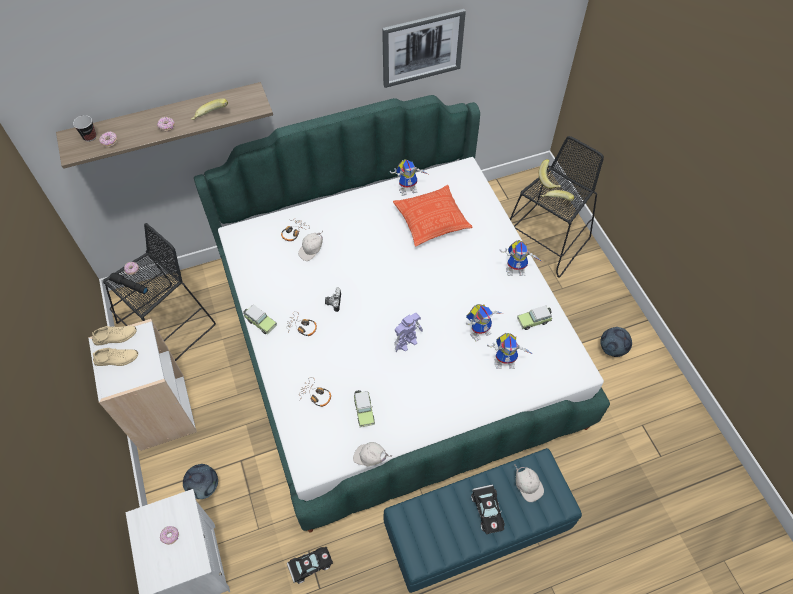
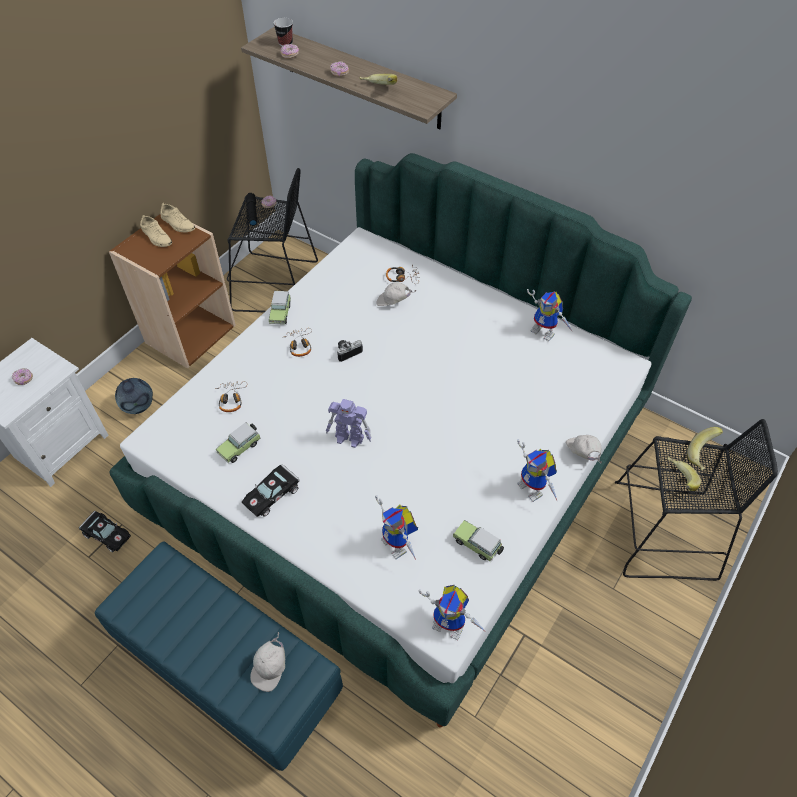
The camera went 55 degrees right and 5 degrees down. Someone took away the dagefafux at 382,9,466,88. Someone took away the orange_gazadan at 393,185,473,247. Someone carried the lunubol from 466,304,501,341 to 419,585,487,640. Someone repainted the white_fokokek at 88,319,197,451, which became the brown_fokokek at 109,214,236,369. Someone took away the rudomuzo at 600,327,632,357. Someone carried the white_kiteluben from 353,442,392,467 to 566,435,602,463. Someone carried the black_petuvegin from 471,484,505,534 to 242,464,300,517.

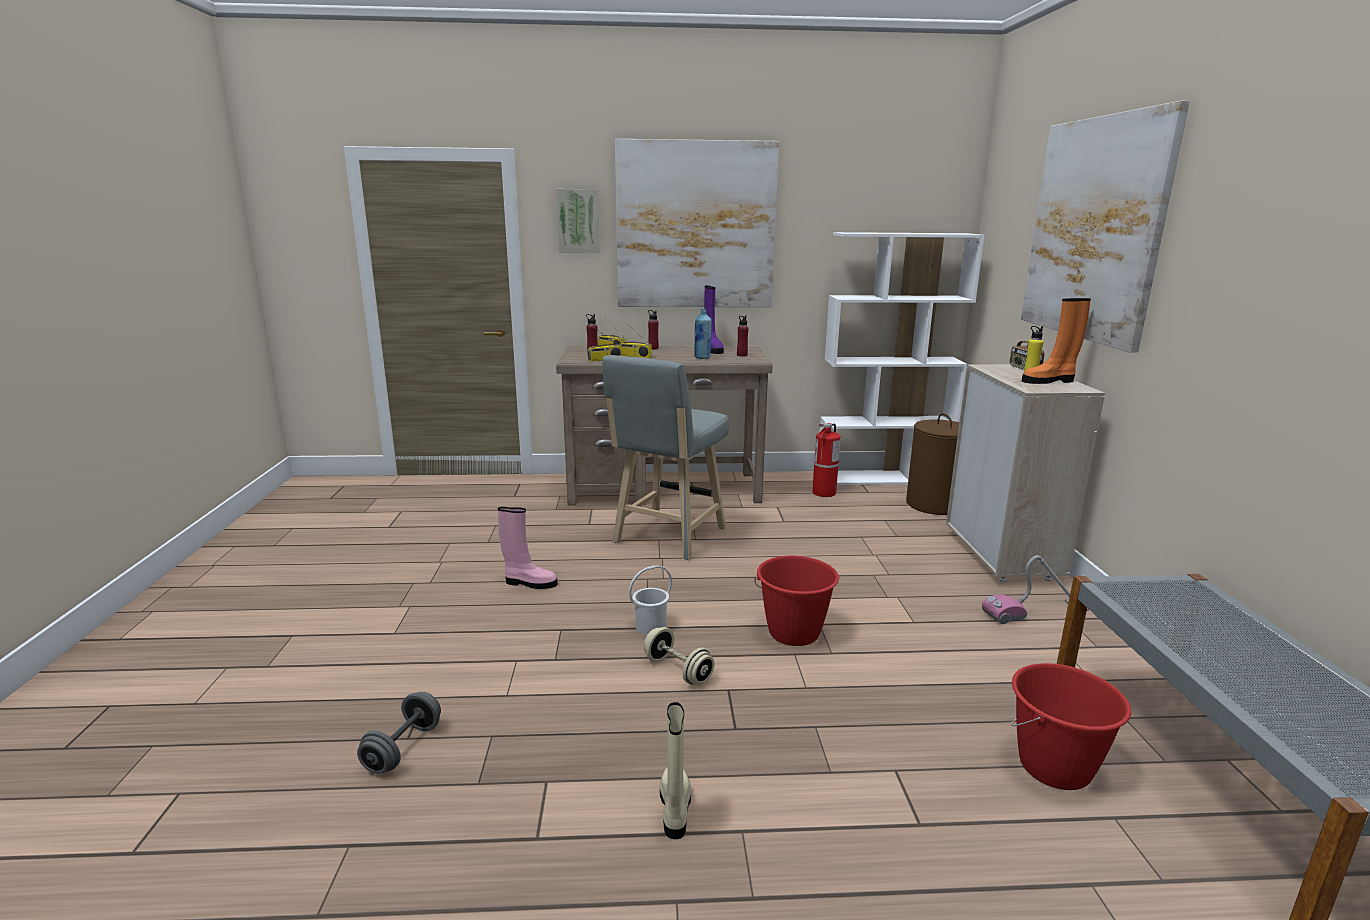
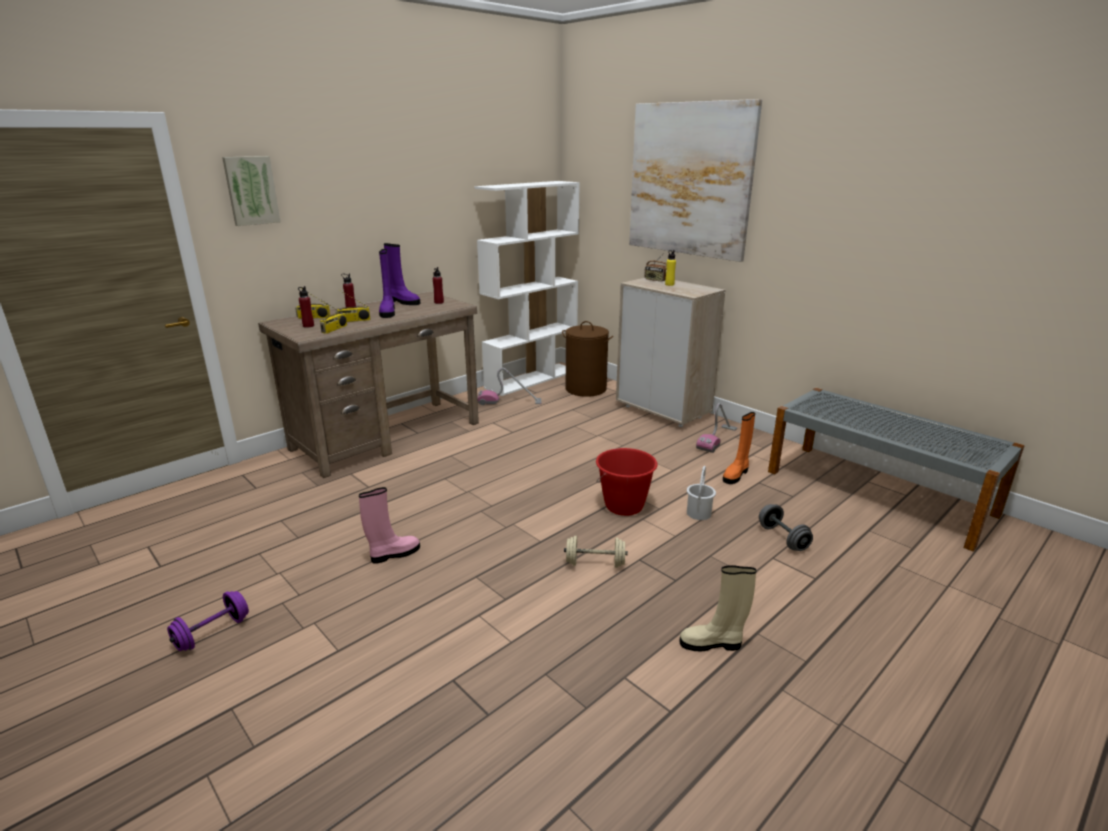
The camera went 40 degrees left and 5 degrees up. Someone took away the dagefafux at 615,139,779,307. Someone carried the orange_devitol from 1022,298,1091,384 to 723,412,755,484. Someone took away the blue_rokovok at 694,309,712,359. Someone took away the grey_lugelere at 602,355,729,560. Someone swapped the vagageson at 812,423,841,497 for the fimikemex at 477,368,541,405. Someone carried the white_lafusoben from 629,566,672,634 to 687,466,716,520. Someone took away the red_lafusoben at 1011,663,1131,790. Someone carried the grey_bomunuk from 357,692,441,774 to 759,504,813,551. Someone rotated the beige_devitol at 660,702,691,839 by 45 degrees counterclockwise. Someone put down the purple_devitol at 379,249,395,318. Someone put down the purple_bomunuk at 167,591,249,651.

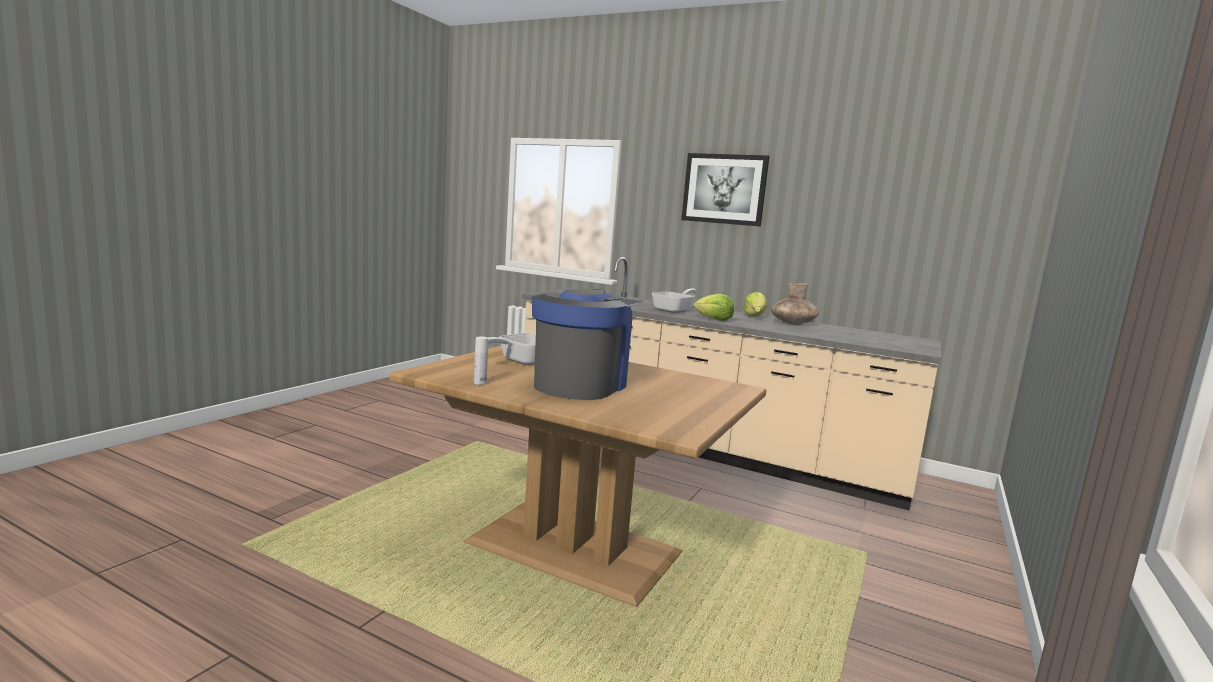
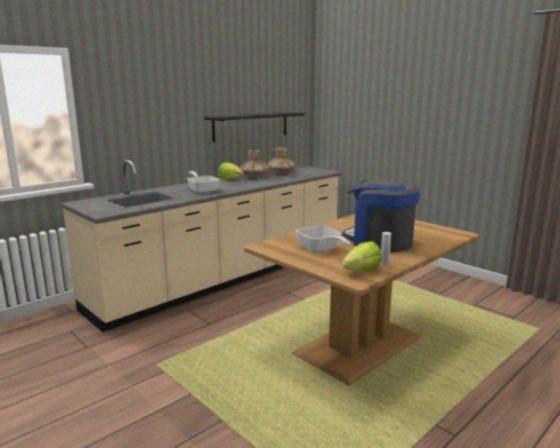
The camera went 70 degrees left and 5 degrees up. Someone took away the dagefafux at 681,153,769,226. Someone carried the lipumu from 694,294,734,321 to 341,241,382,271. Someone put up the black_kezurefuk at 204,112,305,142. Someone put down the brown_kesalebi at 267,147,295,174.

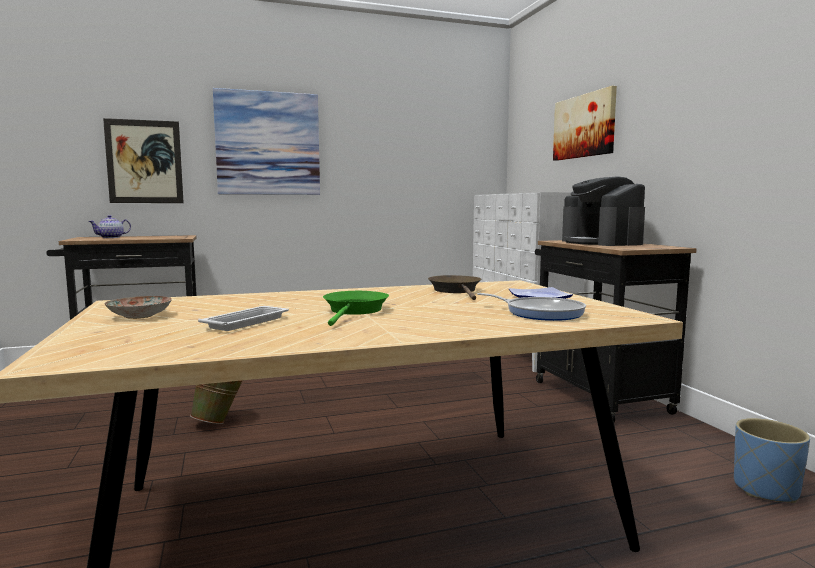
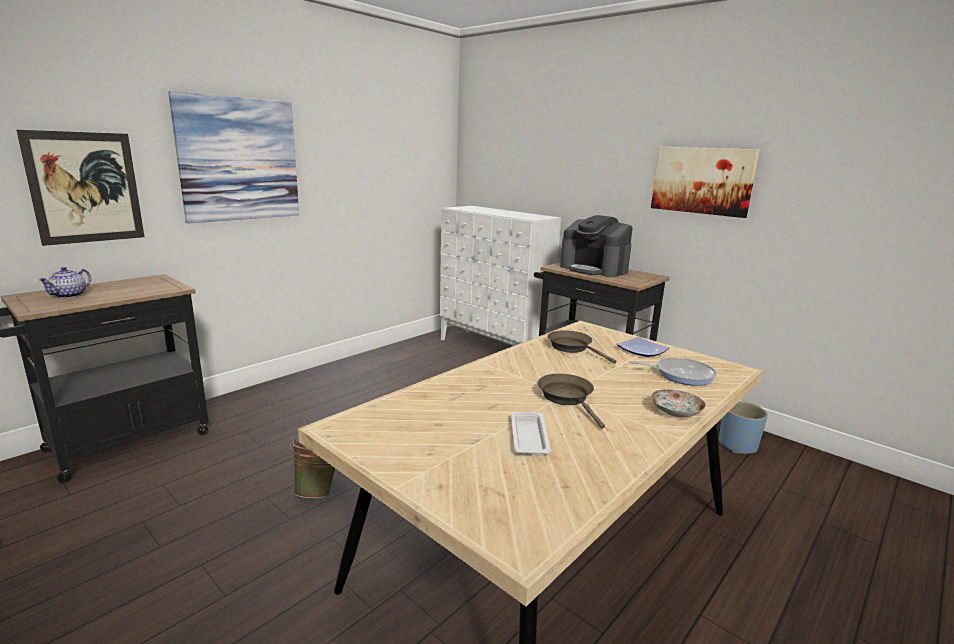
The camera went 30 degrees left and 10 degrees up. Someone carried the dagefafux from 553,86,617,161 to 651,147,760,218. Someone repainted the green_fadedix at 323,291,389,326, which became the brown_fadedix at 538,374,605,429. Someone carried the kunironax from 104,296,172,319 to 651,389,706,417.

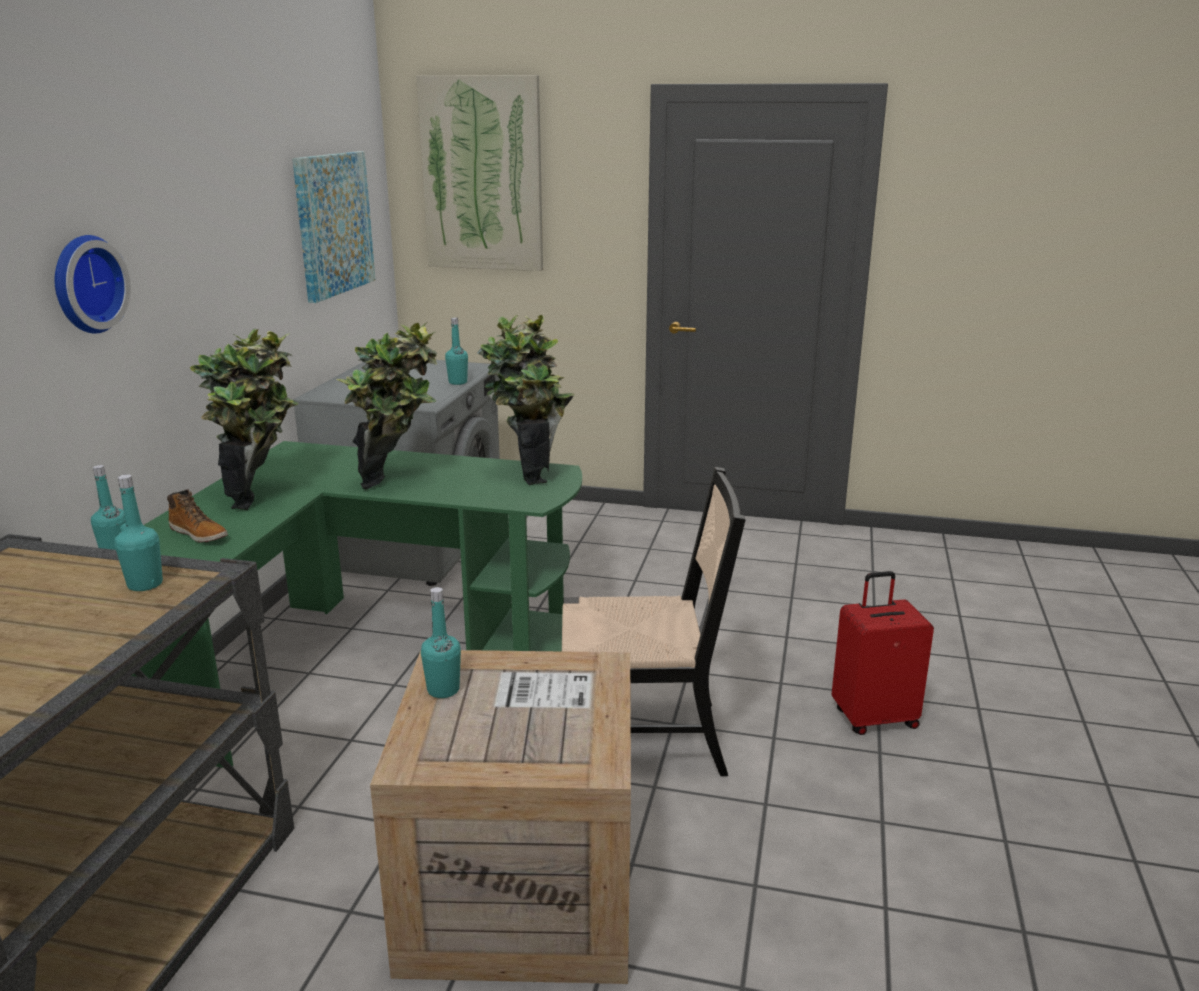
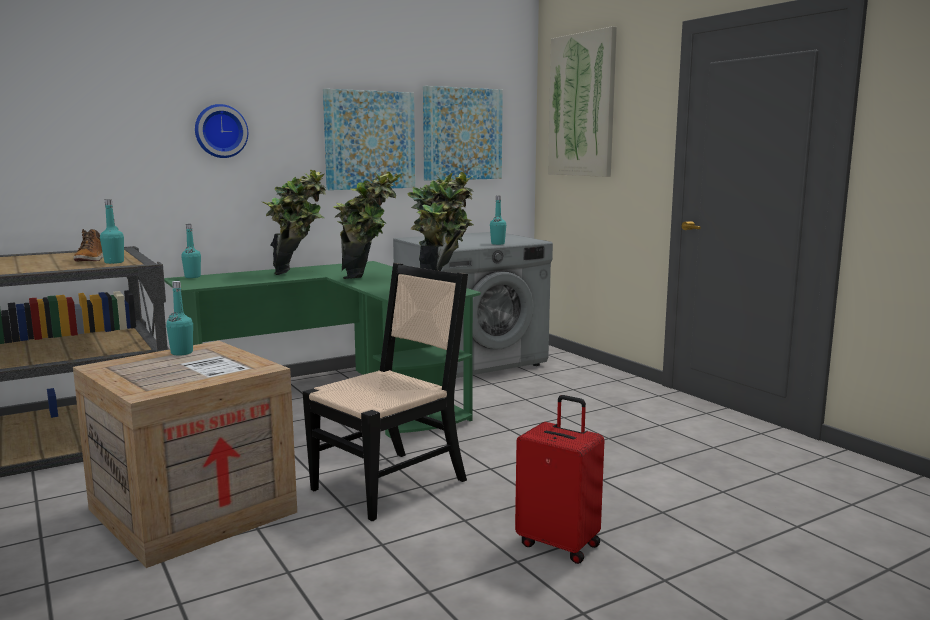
The camera went 45 degrees right and 10 degrees down. Someone rotated the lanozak at 562,467,745,776 by 90 degrees counterclockwise. Someone carried the devitol from 167,489,228,543 to 74,229,103,262. Someone put up the dagefafux at 323,89,415,190.

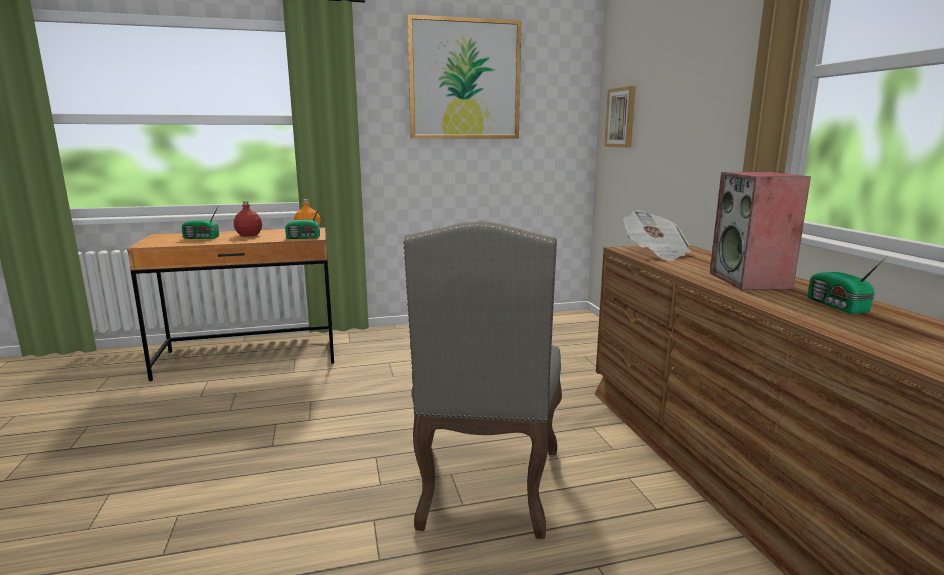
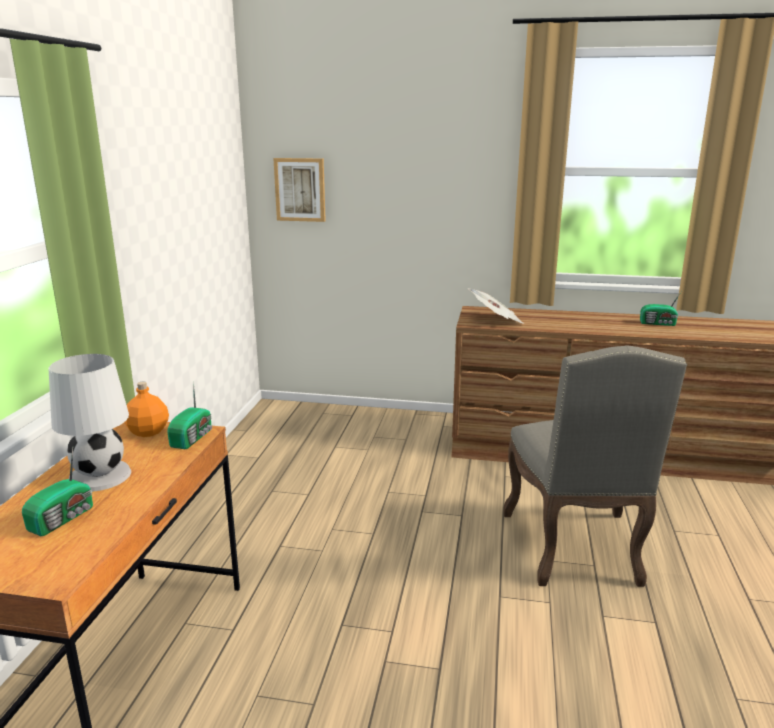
The camera went 65 degrees left and 5 degrees up. Someone took away the dagefafux at 407,14,521,139. Someone took away the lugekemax at 710,172,811,290. Someone swapped the red_rokovok at 234,201,262,237 for the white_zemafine at 48,354,131,492. Someone rotated the grey_lanozak at 403,221,562,539 by 60 degrees clockwise.

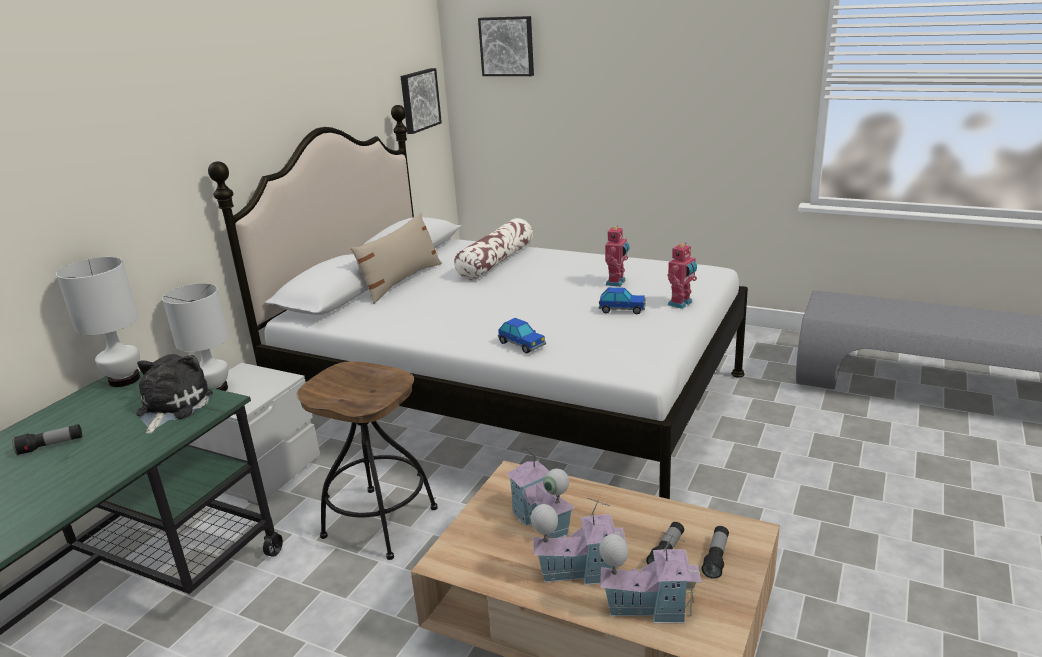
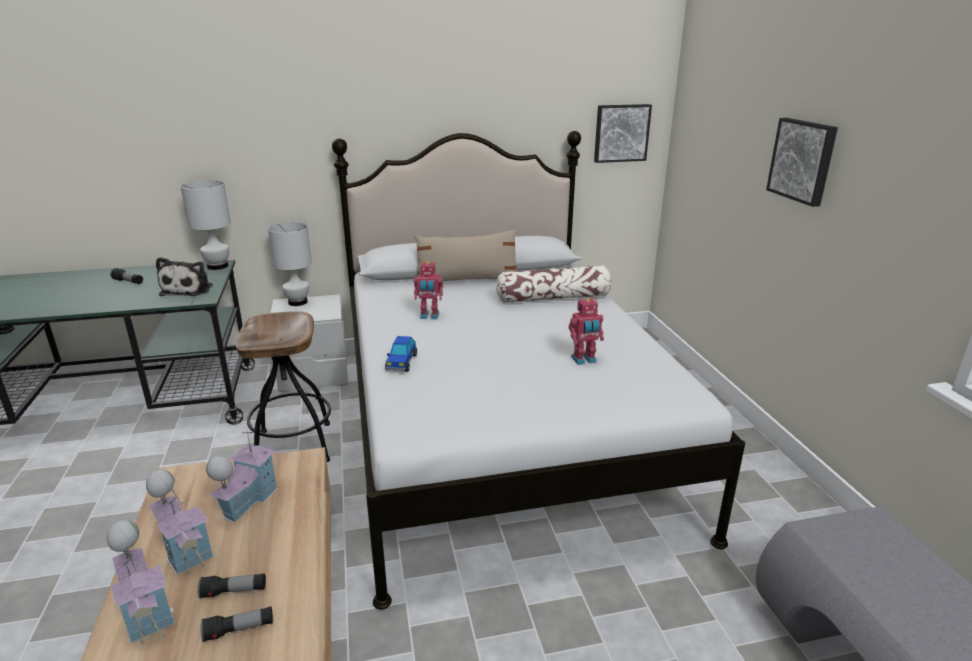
The camera went 50 degrees right and 0 degrees up. Someone carried the dagefafux from 478,16,534,76 to 766,118,838,207. Someone carried the lunubol from 668,244,697,309 to 414,261,443,319. Someone took away the petuvegin at 599,287,646,314. Someone rotated the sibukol at 136,354,213,434 by 120 degrees clockwise.

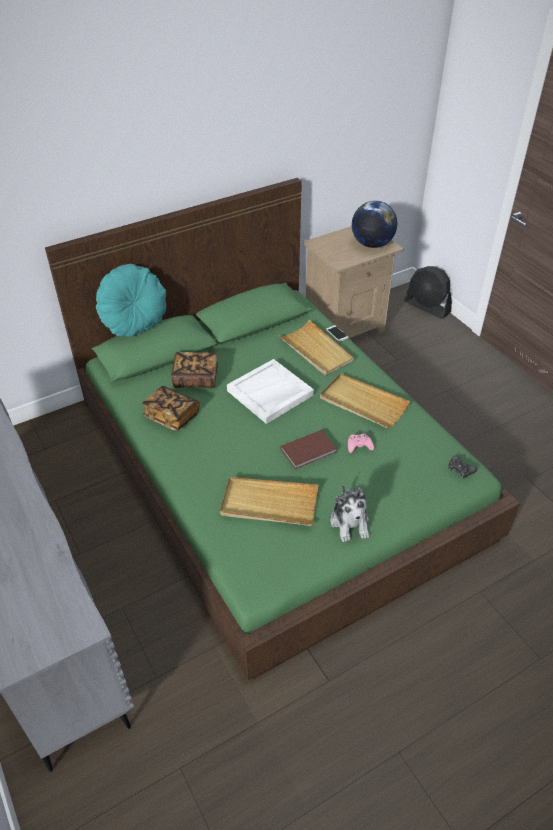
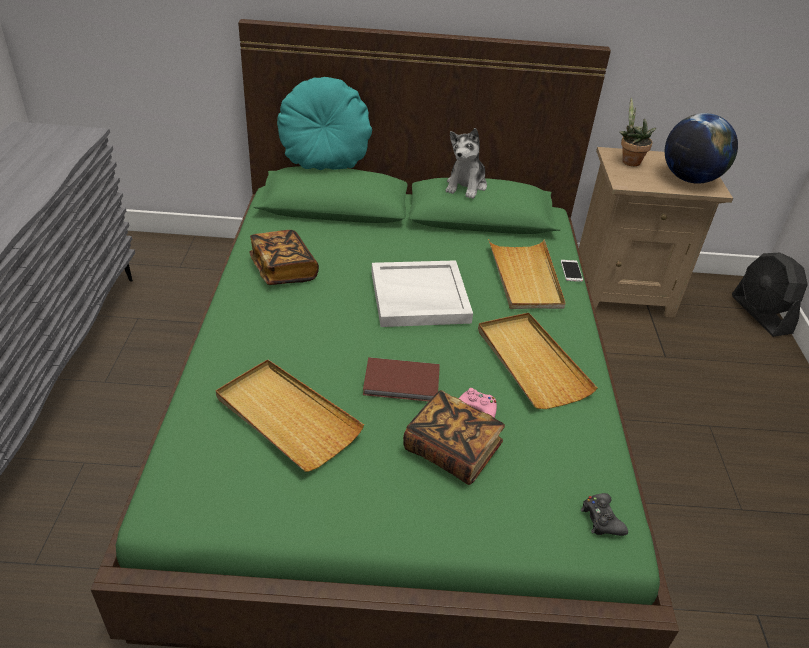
The camera went 30 degrees right and 5 degrees down. Someone carried the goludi from 171,352,218,388 to 403,390,505,485. Someone carried the sibukol from 331,483,370,542 to 446,128,487,199. Someone put down the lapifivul at 619,97,656,166.

